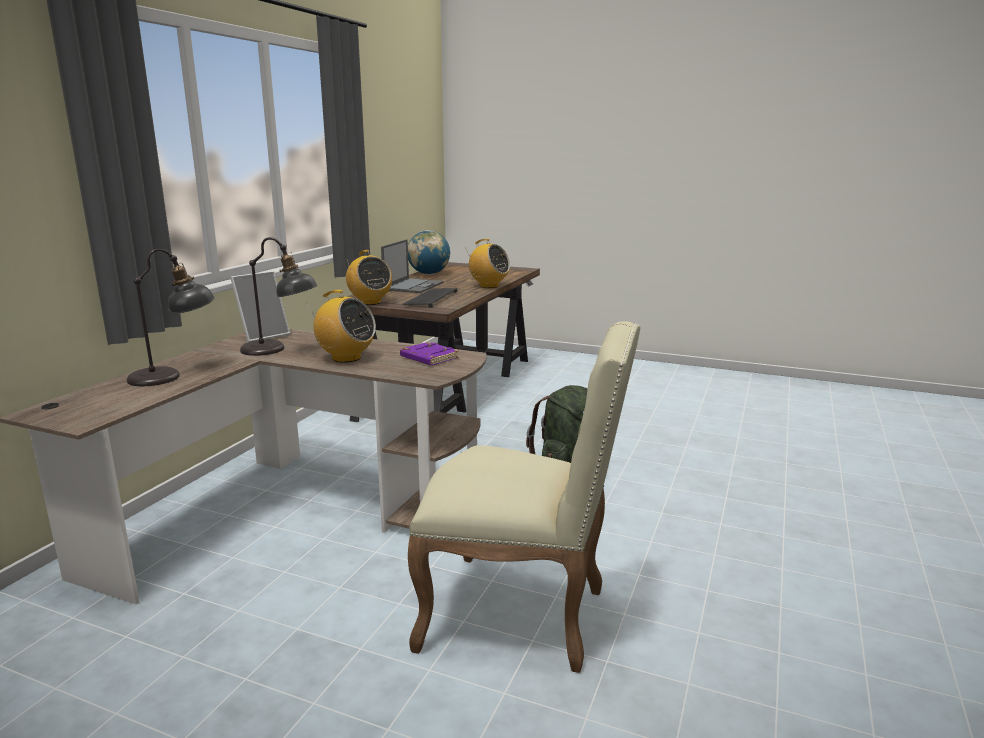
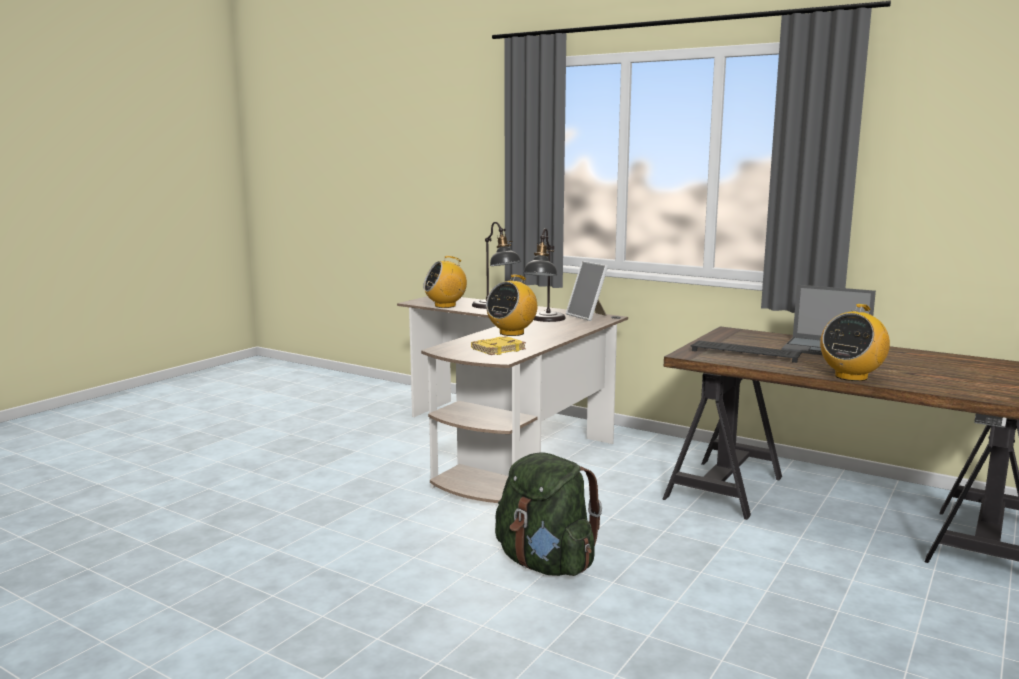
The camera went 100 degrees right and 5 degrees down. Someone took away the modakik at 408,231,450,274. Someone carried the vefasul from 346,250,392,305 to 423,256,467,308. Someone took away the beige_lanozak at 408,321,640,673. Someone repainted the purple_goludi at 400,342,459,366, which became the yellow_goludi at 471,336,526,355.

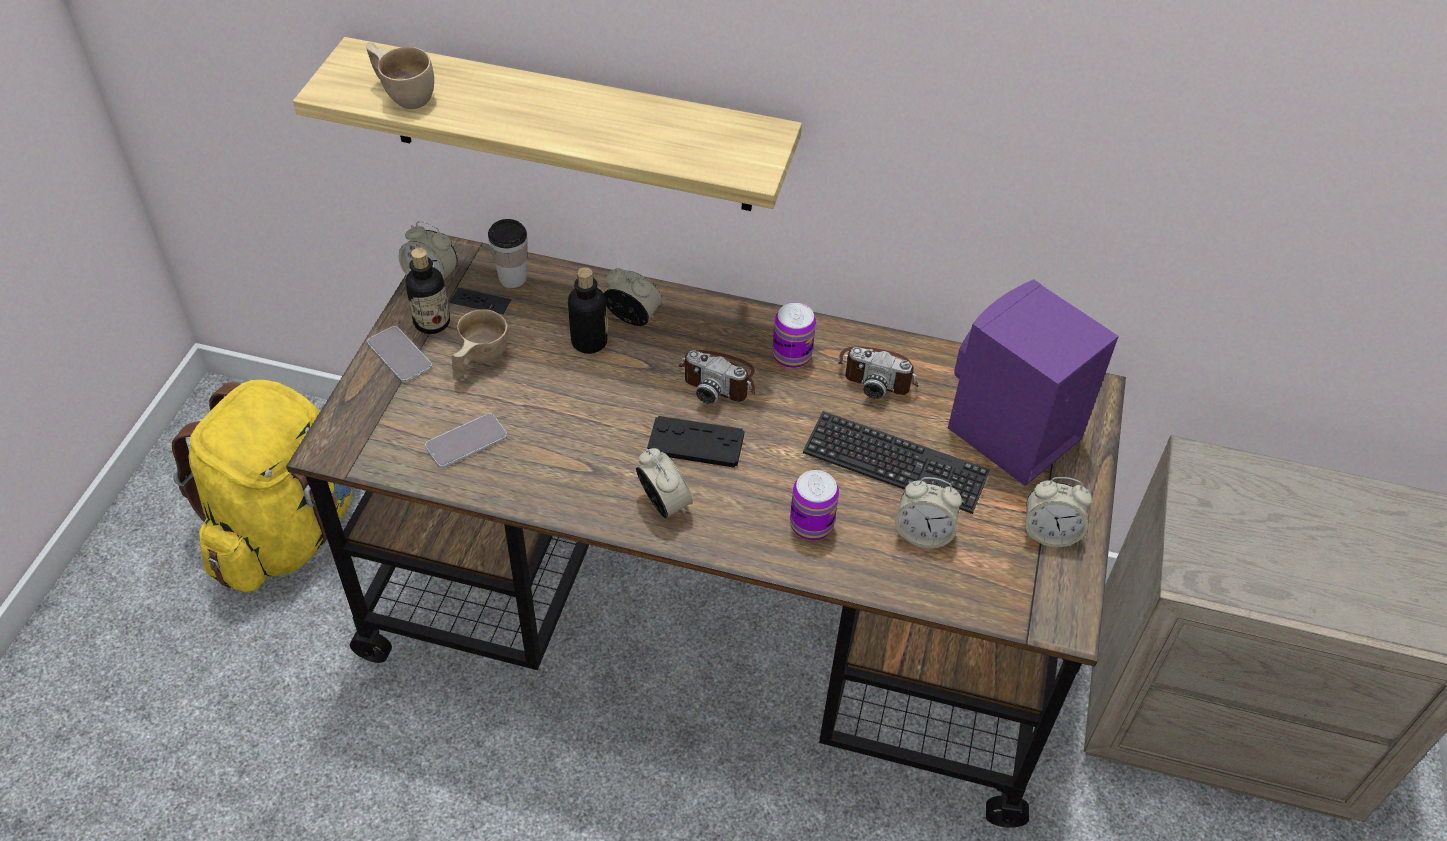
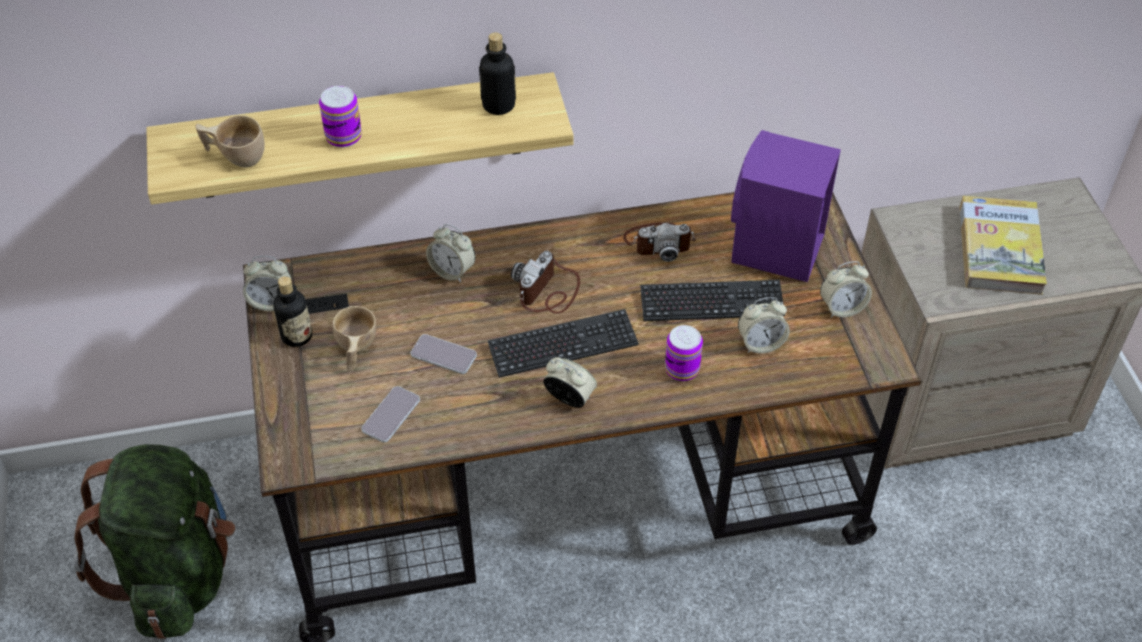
The camera went 25 degrees left and 0 degrees up. Someone took away the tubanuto at 488,219,528,288. Someone carried the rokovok from 568,267,608,354 to 479,32,516,115. Someone rotated the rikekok at 604,268,662,326 by 150 degrees counterclockwise. Someone carried the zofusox from 772,303,816,368 to 319,86,362,147. Someone carried the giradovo from 367,326,432,382 to 411,334,477,374. Someone rotated the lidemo at 678,350,755,404 by 120 degrees clockwise. Someone repainted the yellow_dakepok at 172,380,353,592, which became the green_dakepok at 74,444,235,639. Someone swapped the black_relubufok at 647,416,744,468 for the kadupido at 487,309,639,378. Someone put down the goludi at 960,196,1047,295.

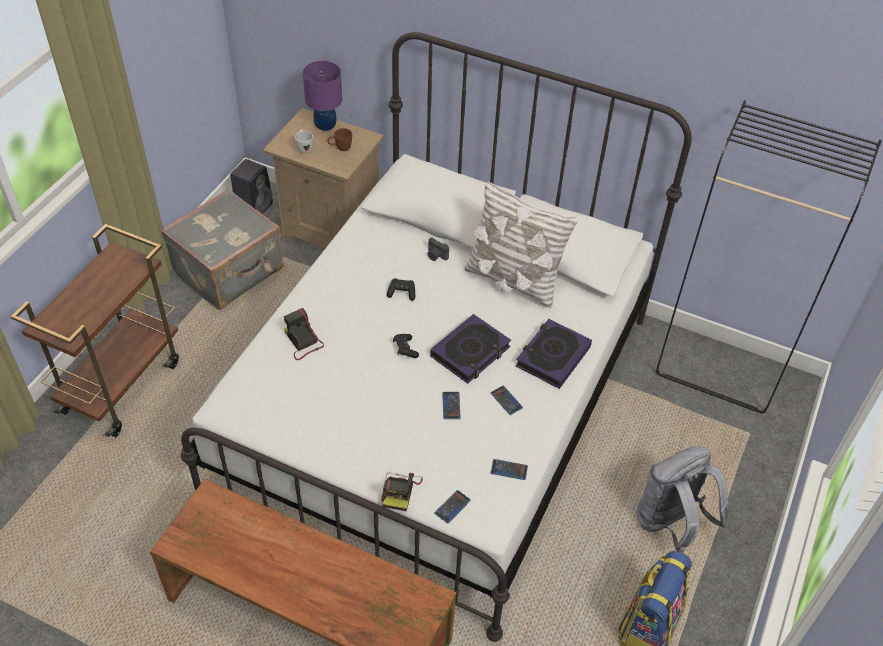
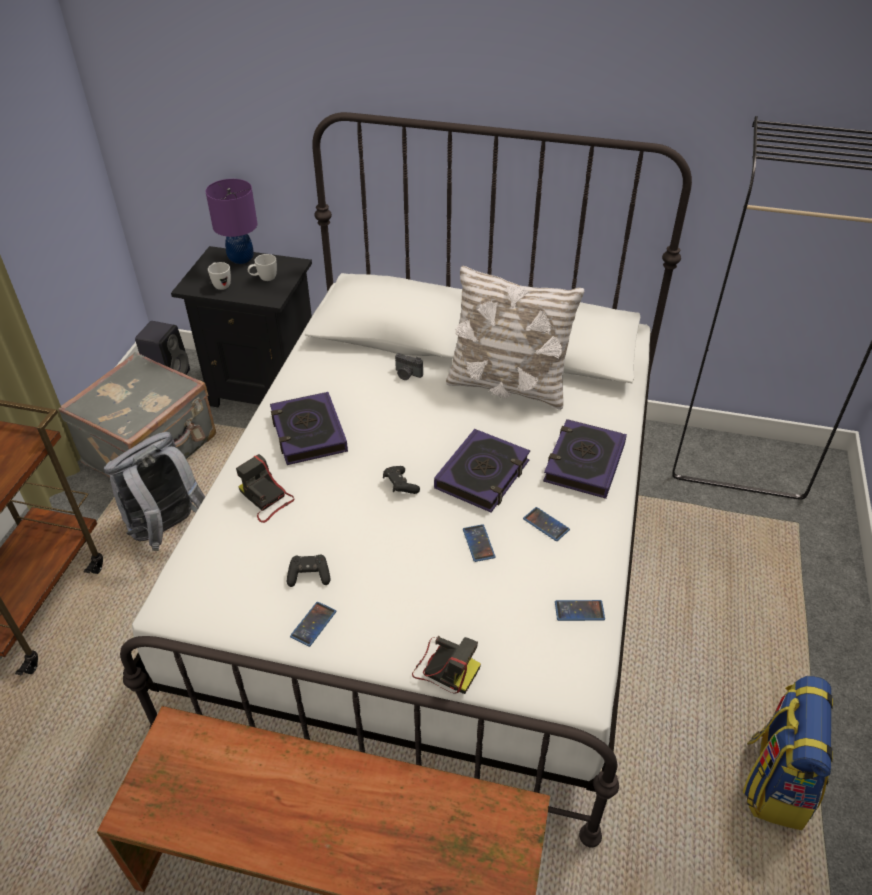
The camera went 10 degrees left and 5 degrees down. Someone repainted the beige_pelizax at 263,108,384,248, which became the black_pelizax at 171,246,312,407. Someone repainted the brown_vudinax at 327,128,352,151, which became the white_vudinax at 248,254,277,281. Someone carried the black_relubufok from 387,278,415,301 to 287,554,330,587. Someone carried the grey_dakepok from 637,446,728,553 to 104,432,205,551. Someone rotated the lidemo at 381,473,423,511 by 60 degrees counterclockwise. Someone carried the giradovo from 434,490,471,524 to 290,602,336,647. Someone put down the goludi at 270,392,348,465.

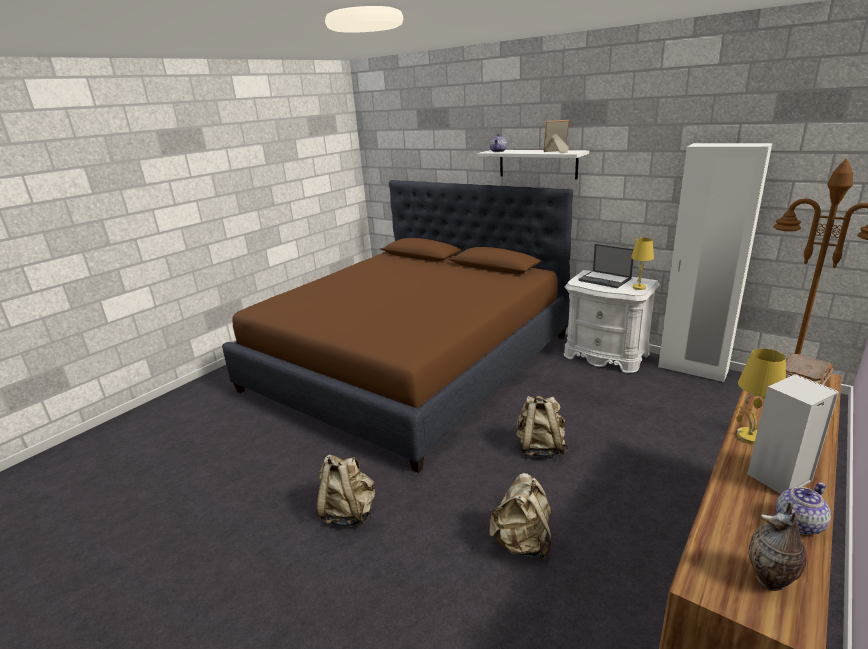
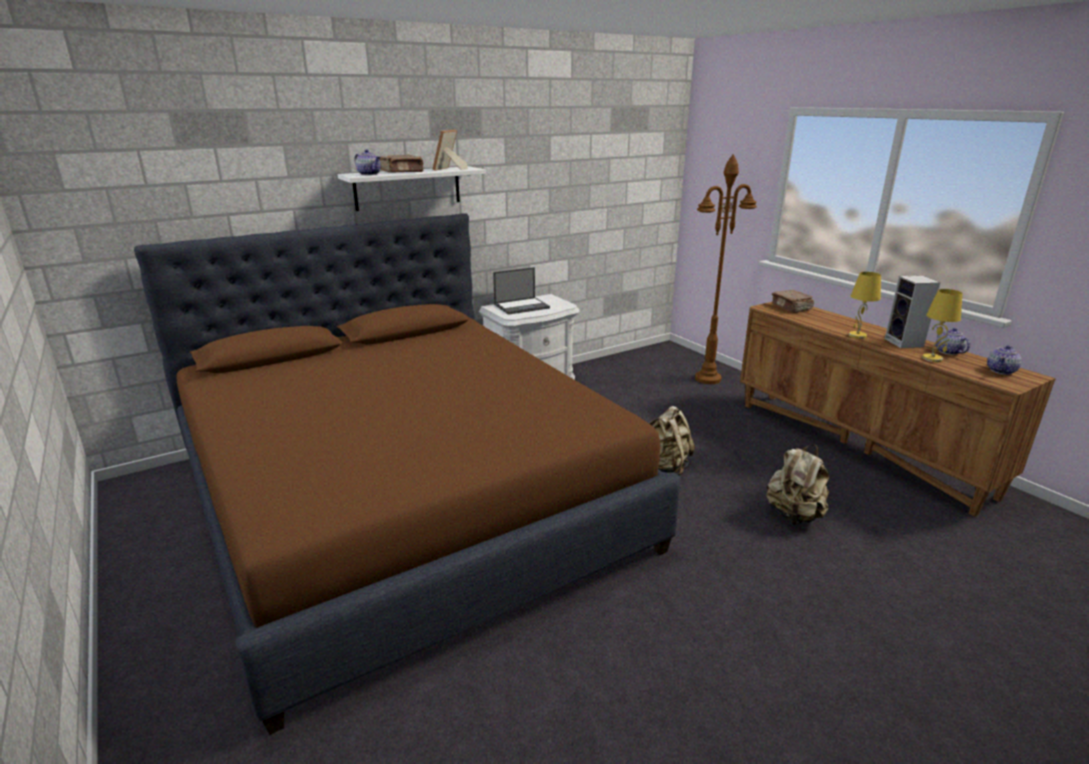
The camera went 70 degrees left and 0 degrees up. Someone took away the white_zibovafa at 658,143,772,382. Someone carried the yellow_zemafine from 631,238,654,290 to 922,289,962,362. Someone took away the beige_dakepok at 317,455,375,527. Someone swapped the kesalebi at 749,502,806,591 for the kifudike at 987,345,1022,375. Someone put down the brown_goludi at 380,155,424,172.

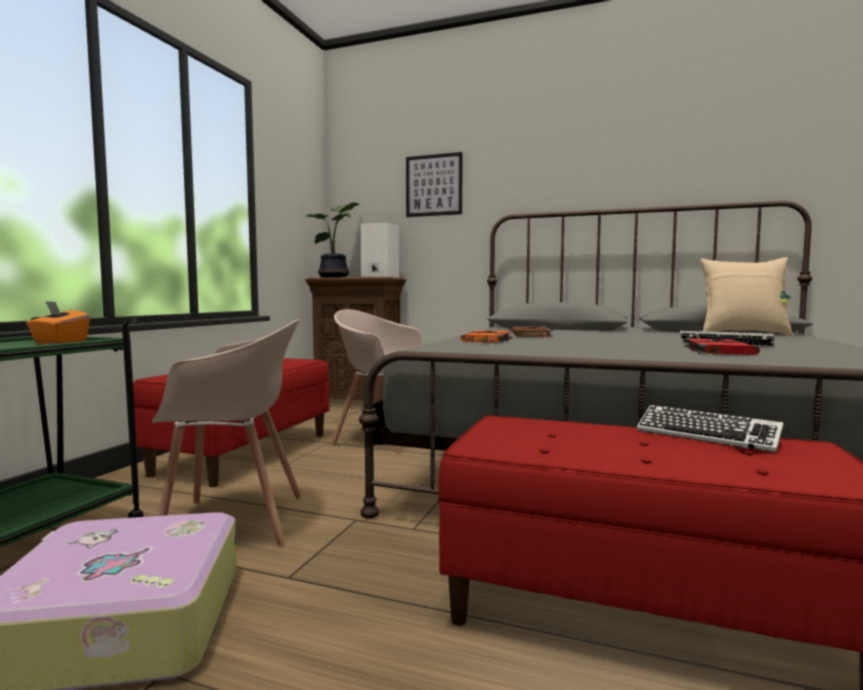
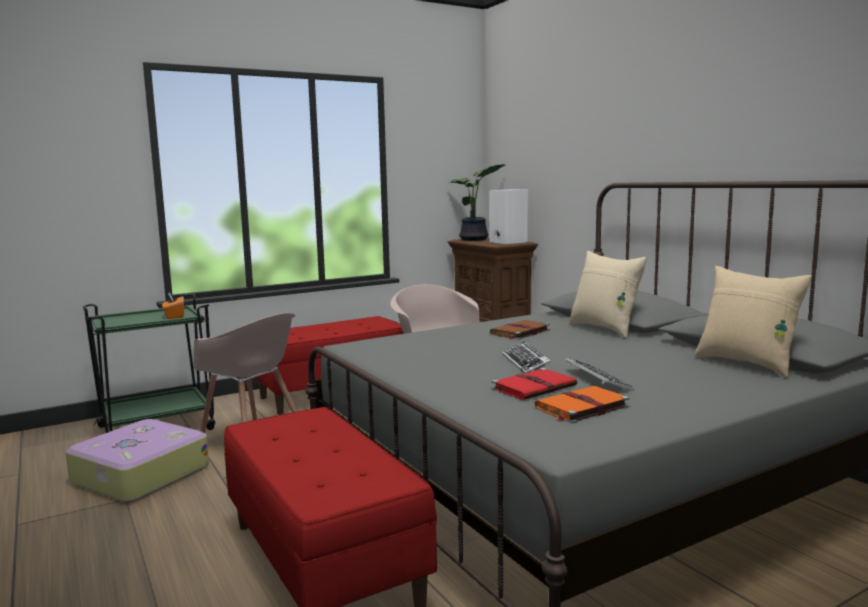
The camera went 40 degrees right and 5 degrees up. Someone took away the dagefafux at 406,152,463,217. Someone carried the orange_goludi from 460,330,513,343 to 535,386,630,423. Someone carried the kadupido from 637,405,783,453 to 502,341,551,373. Someone put down the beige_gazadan at 569,251,647,338.

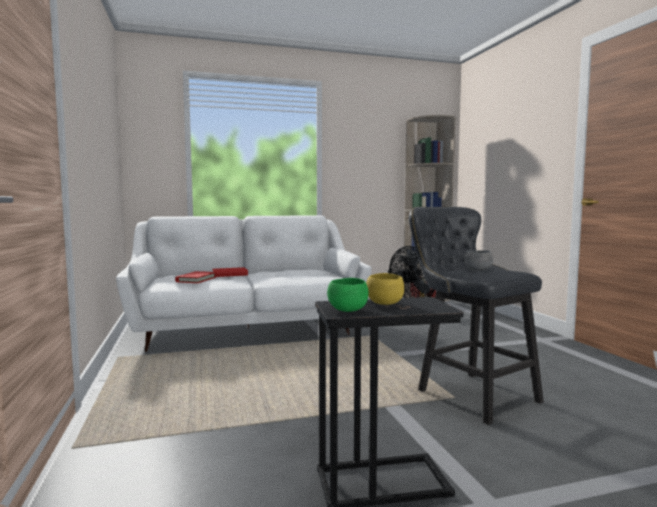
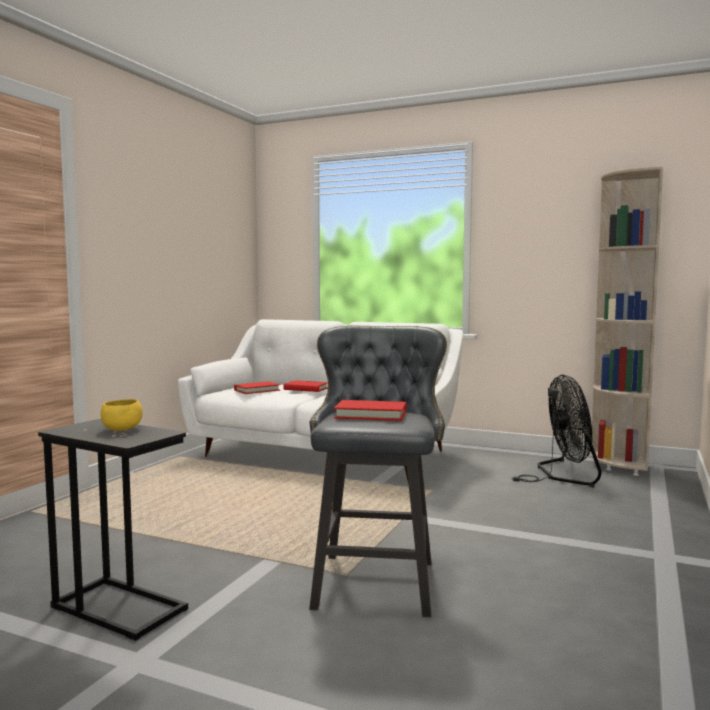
The camera went 40 degrees right and 0 degrees up. Someone swapped the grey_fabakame at 464,250,493,271 for the red_goludi at 334,400,406,421. Someone took away the green_fabakame at 327,278,369,312.

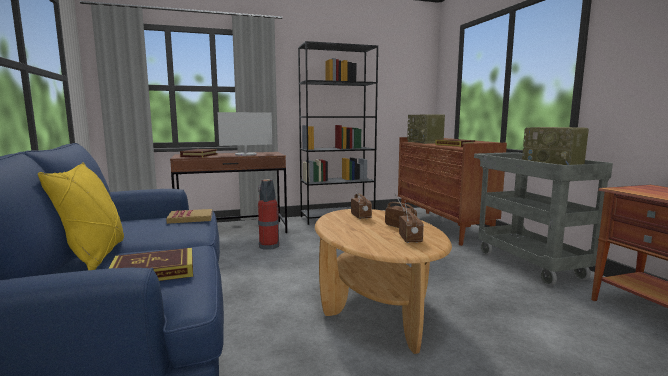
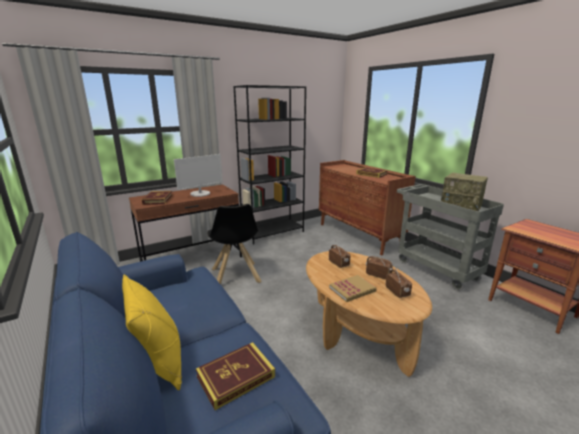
The camera went 15 degrees left and 10 degrees up. Someone took away the vefasul at 407,114,445,144. Someone swapped the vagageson at 258,179,279,250 for the black_lanozak at 207,204,261,285. Someone carried the goludi from 166,209,213,224 to 329,275,377,302.

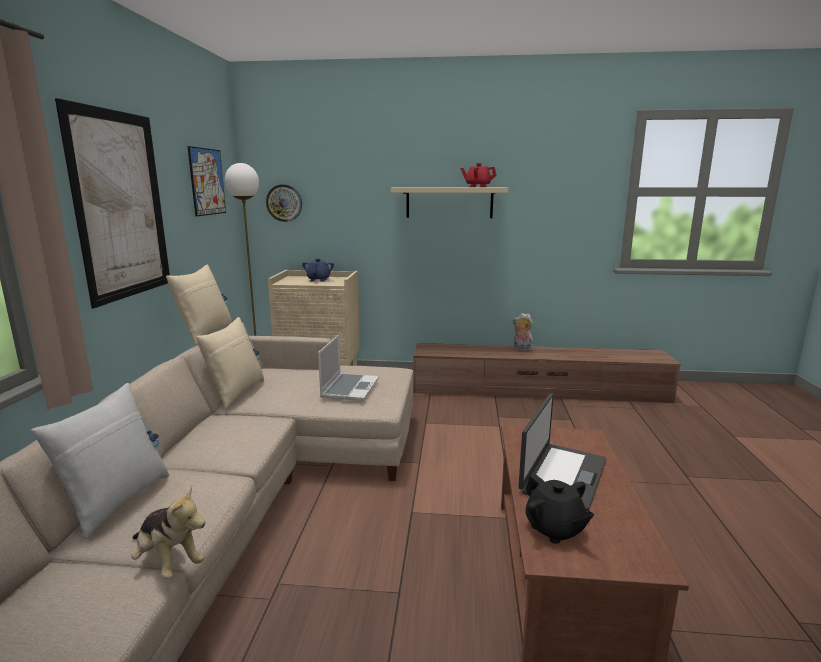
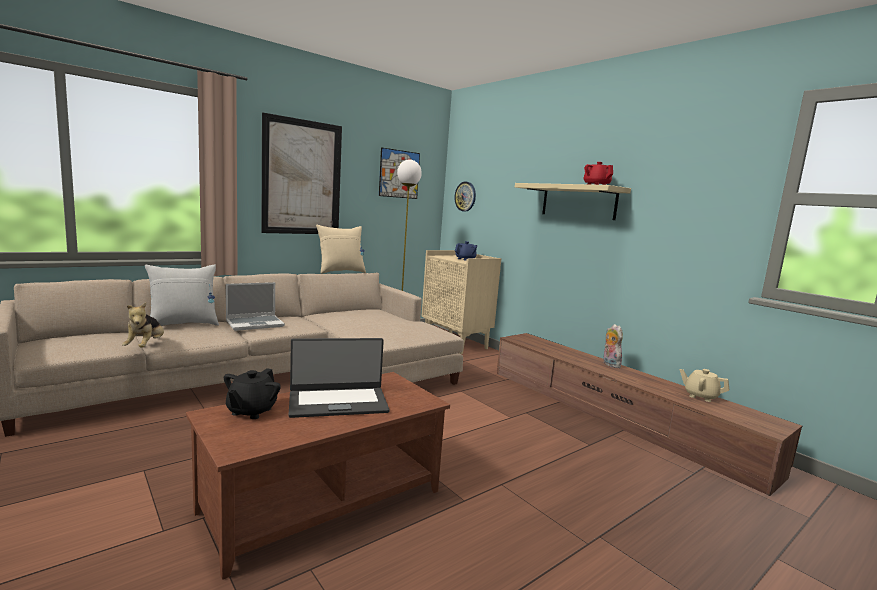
The camera went 45 degrees right and 5 degrees down. Someone took away the beige_gazadan at 196,317,264,409. Someone carried the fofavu from 318,335,379,401 to 226,282,285,331. Someone put down the beige_kifudike at 680,369,730,402.

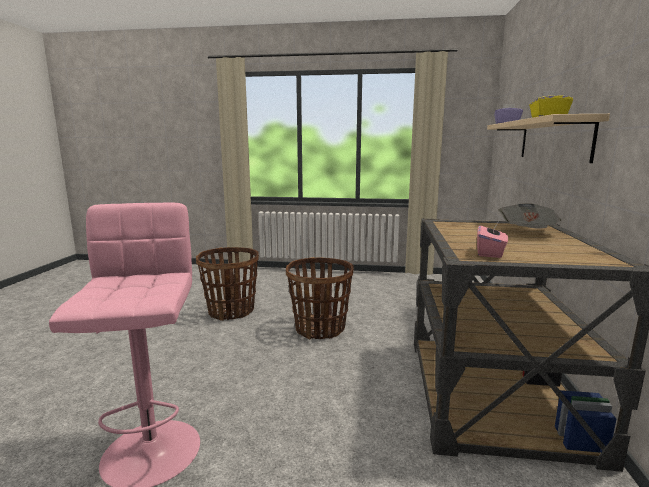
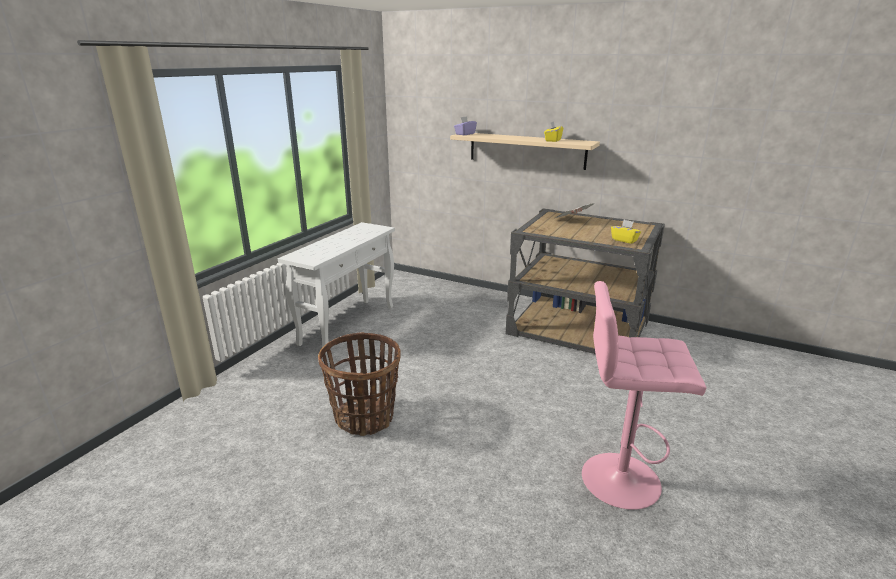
The camera went 70 degrees left and 10 degrees up. Someone repainted the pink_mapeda at 477,220,508,258, which became the yellow_mapeda at 611,220,641,244. Someone took away the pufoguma at 286,257,354,339. Someone put down the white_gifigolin at 278,222,395,354.

